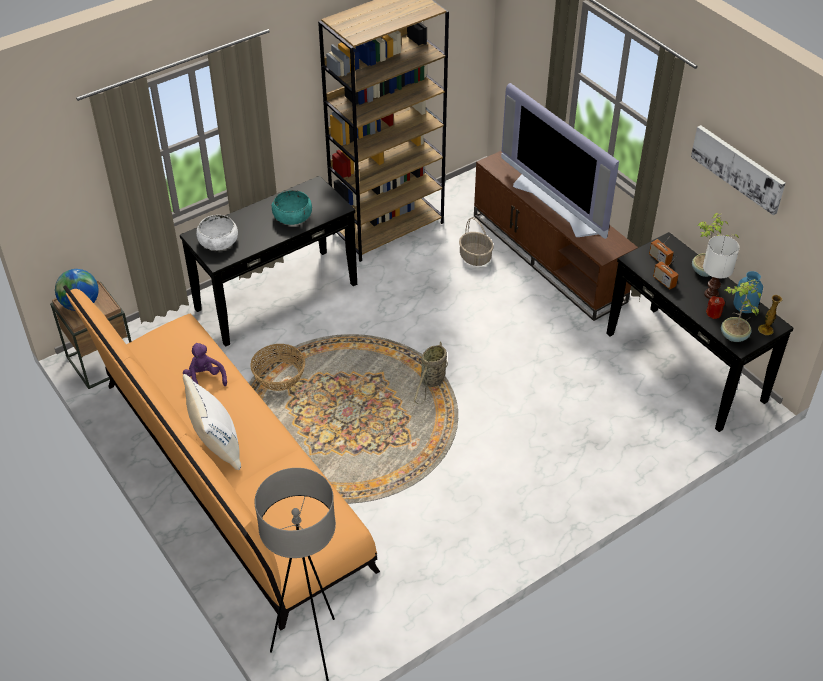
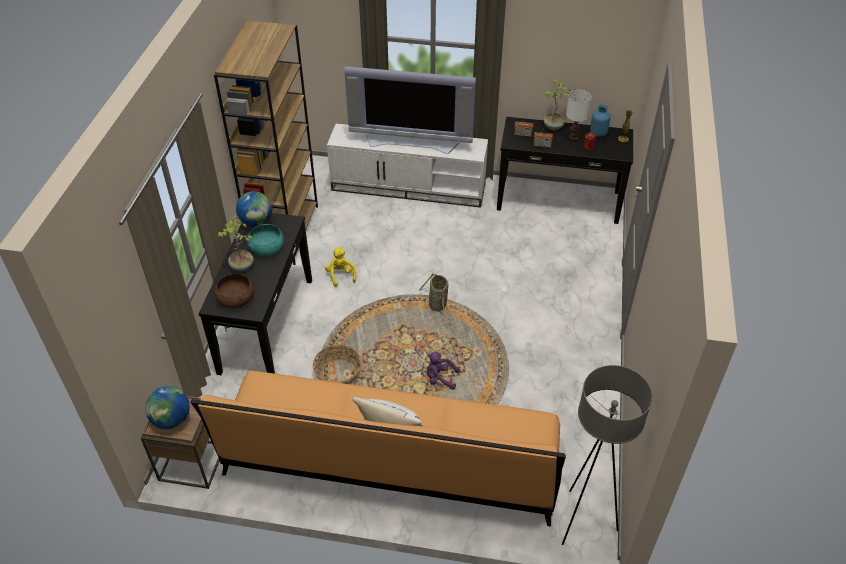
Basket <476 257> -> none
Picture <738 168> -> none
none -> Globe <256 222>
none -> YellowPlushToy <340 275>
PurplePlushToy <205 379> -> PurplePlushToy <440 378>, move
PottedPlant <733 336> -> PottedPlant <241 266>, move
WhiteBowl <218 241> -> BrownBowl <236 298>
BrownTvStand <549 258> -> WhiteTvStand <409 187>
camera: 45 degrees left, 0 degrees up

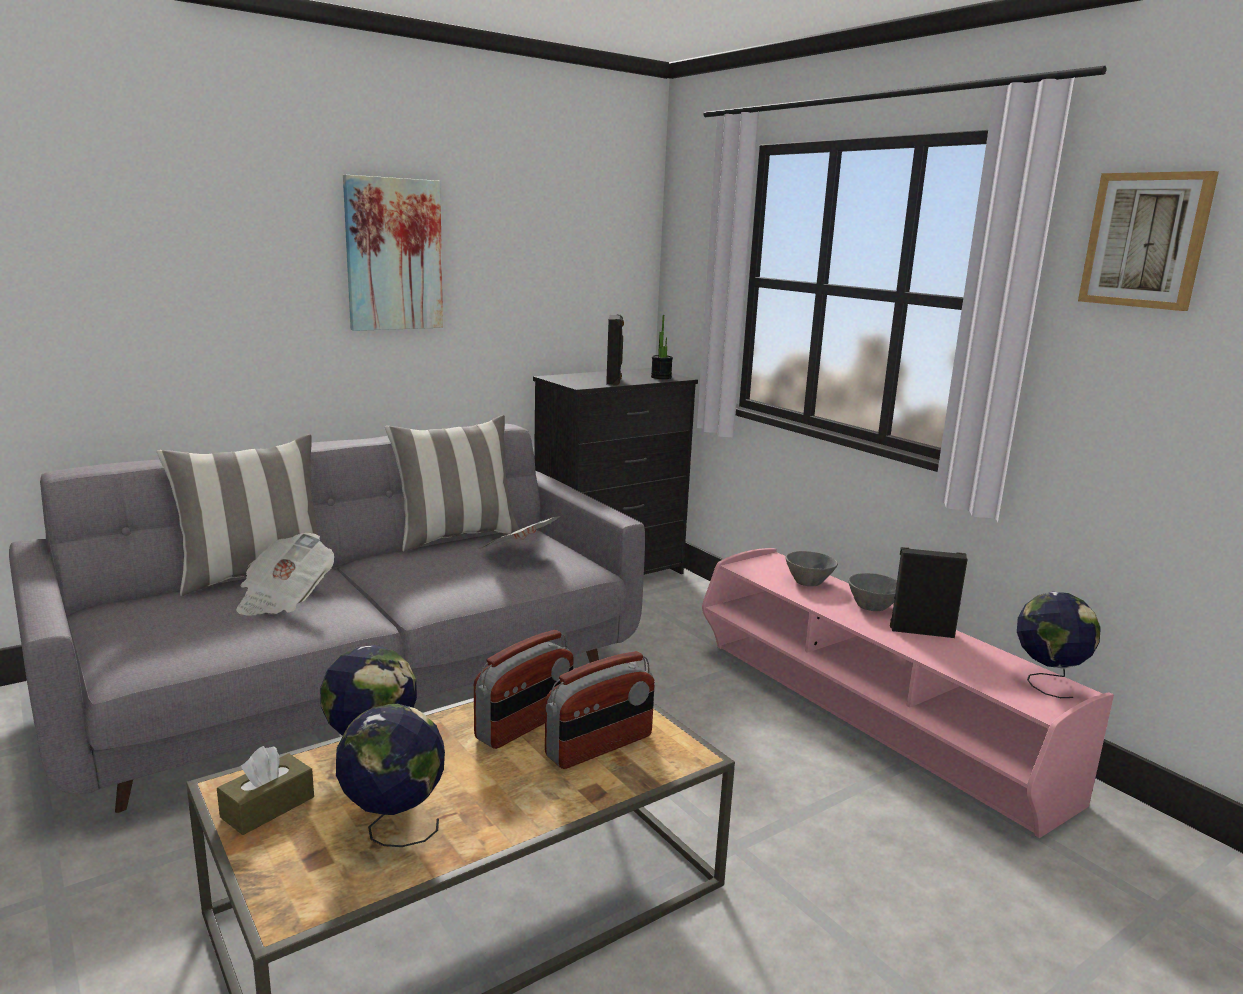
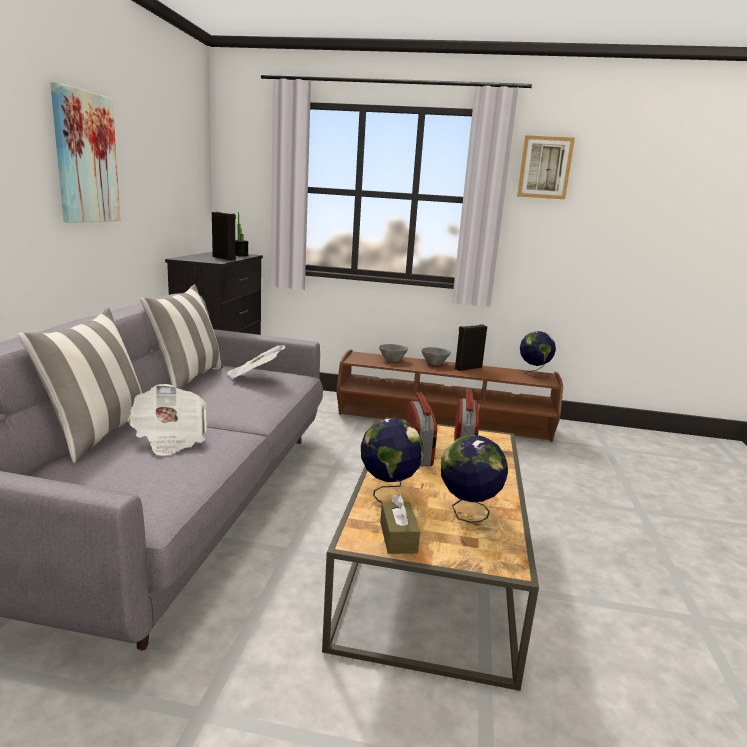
PinkTvStand <867 720> -> BrownTvStand <443 422>
camera: 45 degrees left, 0 degrees up

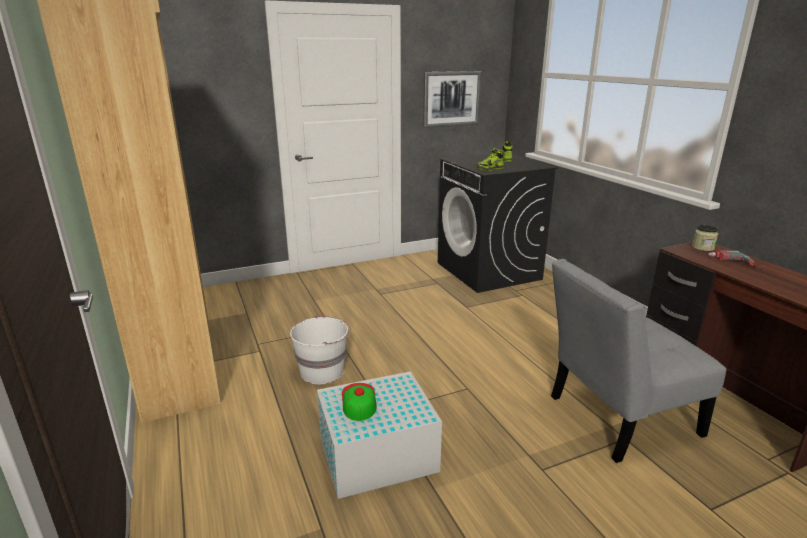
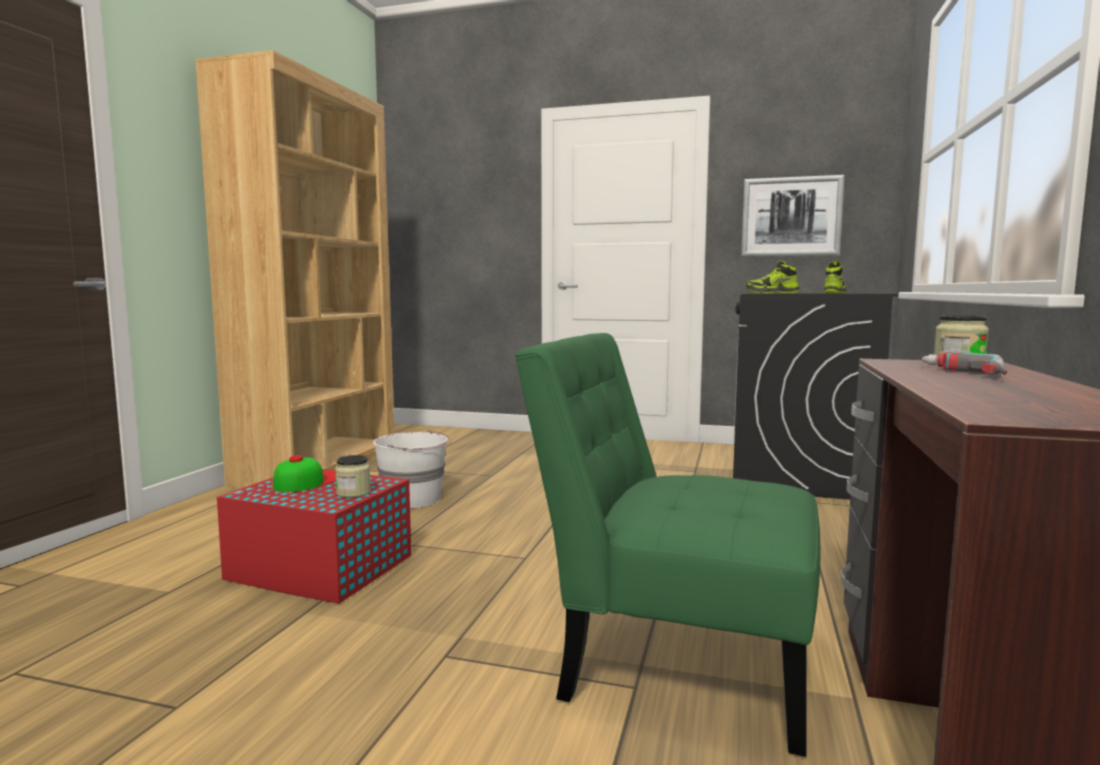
none -> Jar <353 493>
WhiteStorageBox <375 454> -> RedStorageBox <319 567>
GreyChair <616 417> -> GreenChair <674 661>
camera: 40 degrees right, 15 degrees down

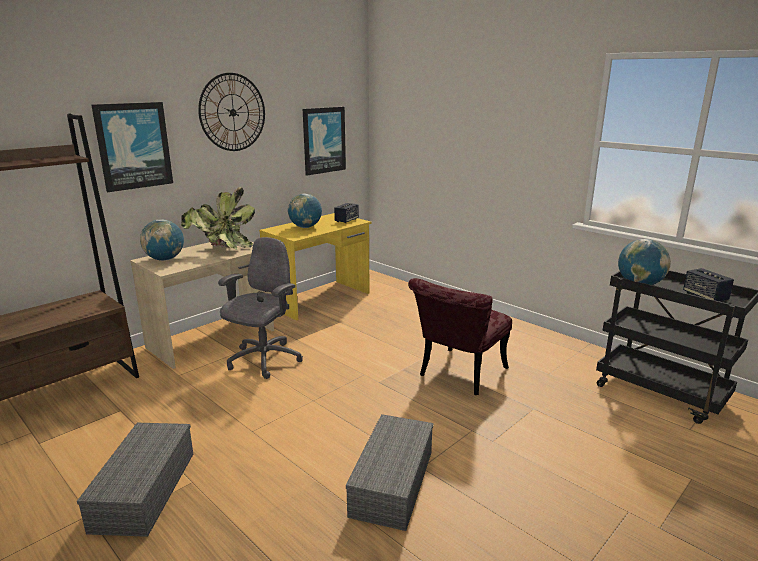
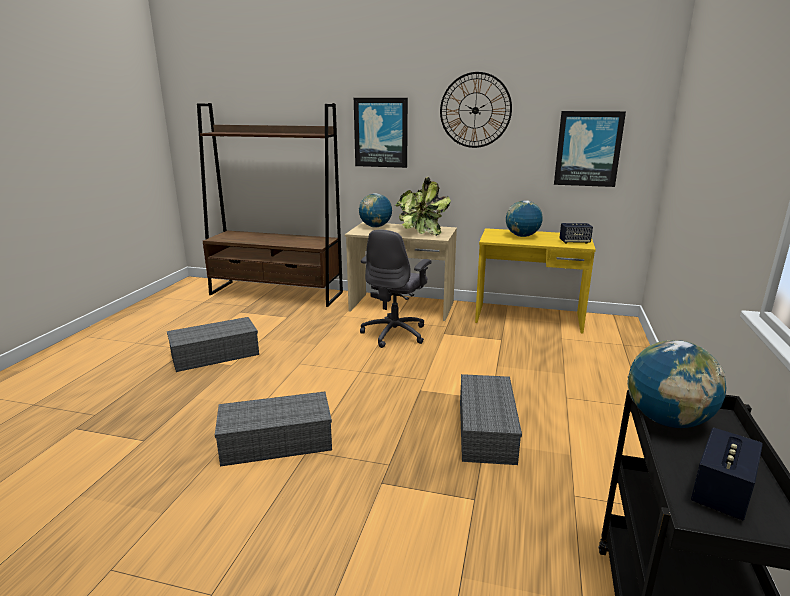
RedChair <458 375> -> GreyStorageBox <484 429>
GreyOfficeChair <263 360> -> GreyOfficeChair <395 333>, 120 degrees clockwise
camera: 60 degrees right, 0 degrees up

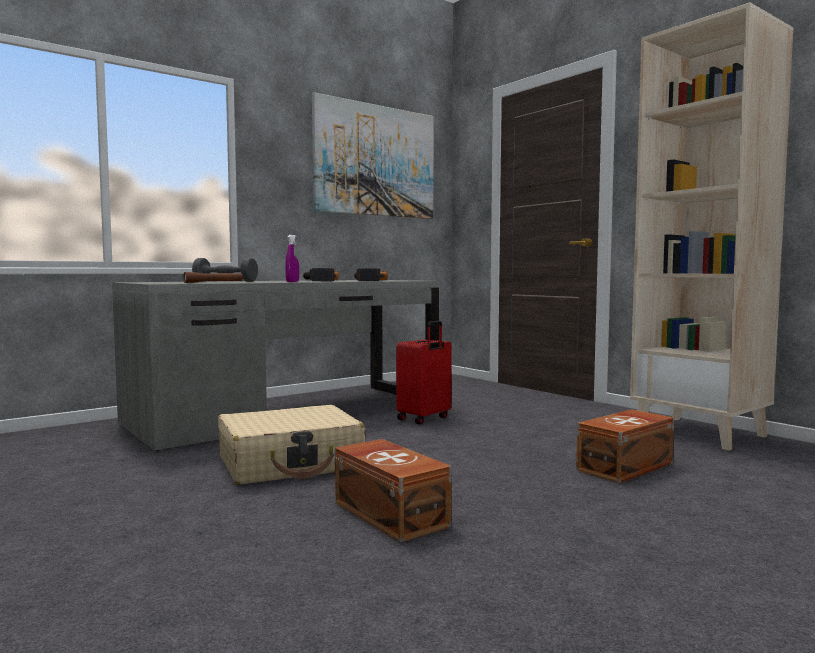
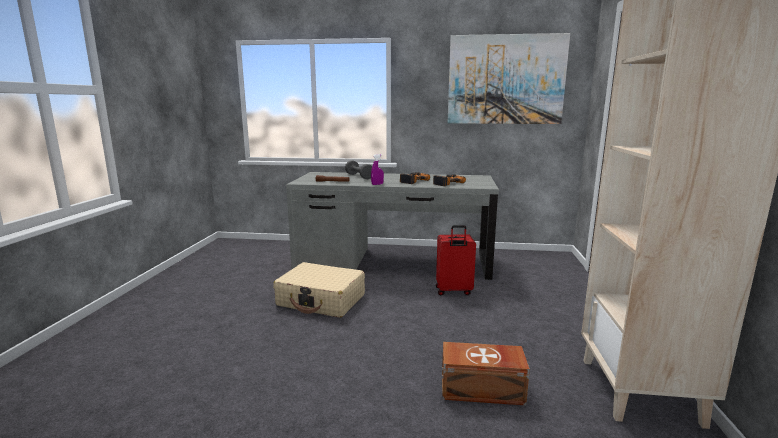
BrownStorageBox <390 513> -> none
camera: 45 degrees right, 10 degrees up

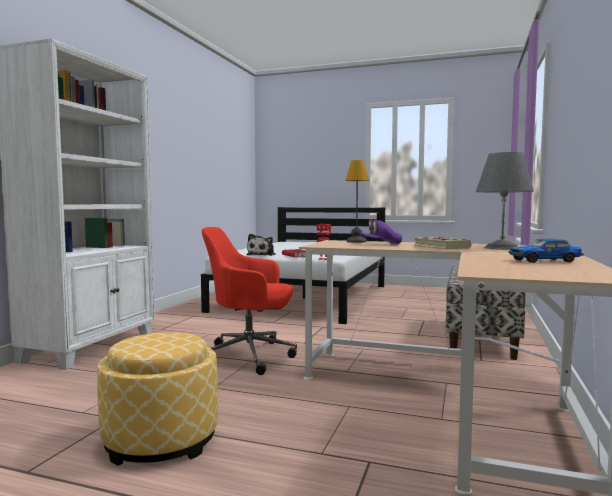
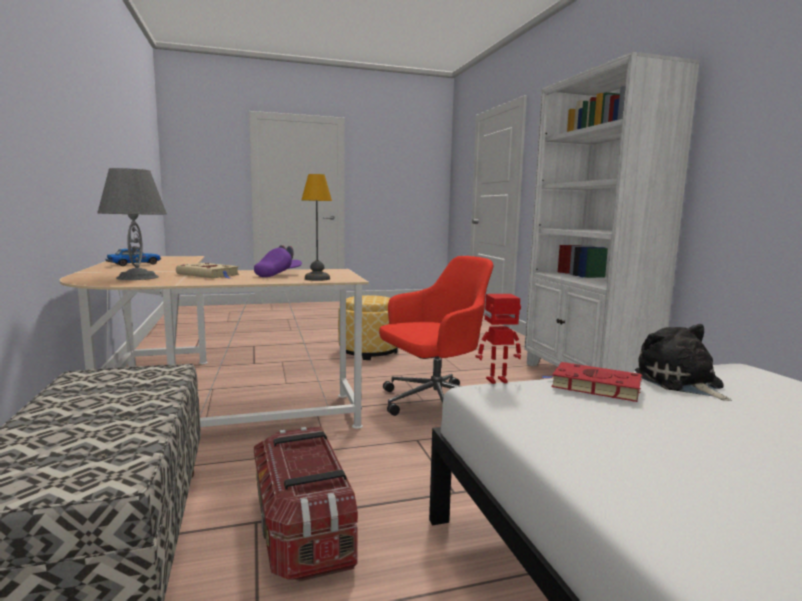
none -> StorageBox <302 529>
camera: 145 degrees right, 5 degrees up

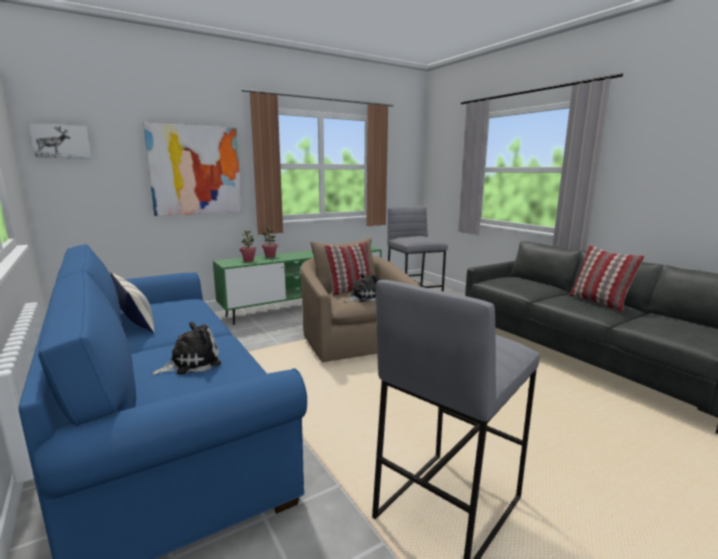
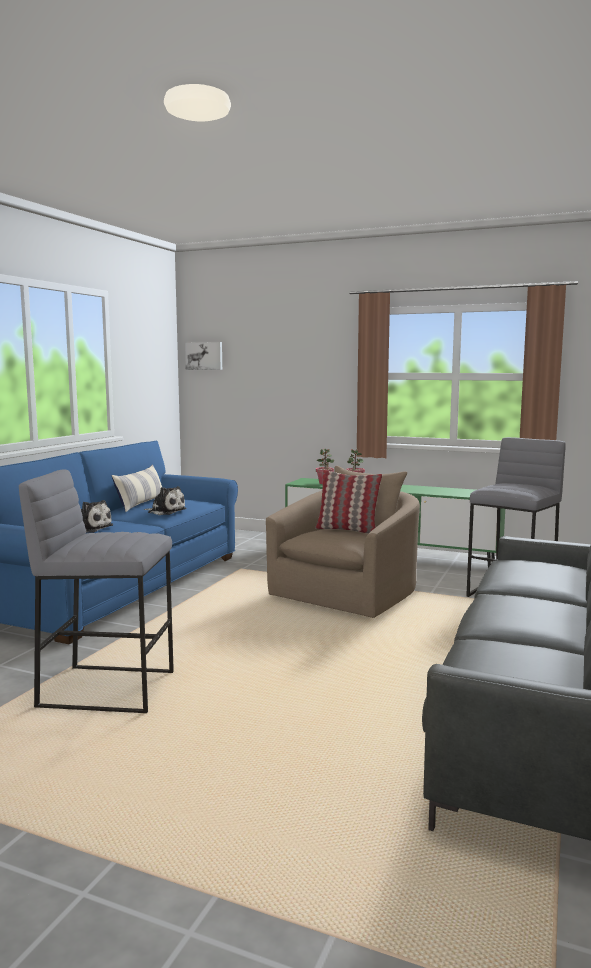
Picture <195 170> -> none
Pillow <599 302> -> none
PlushToy <363 297> -> PlushToy <165 511>, move
camera: 55 degrees right, 5 degrees down

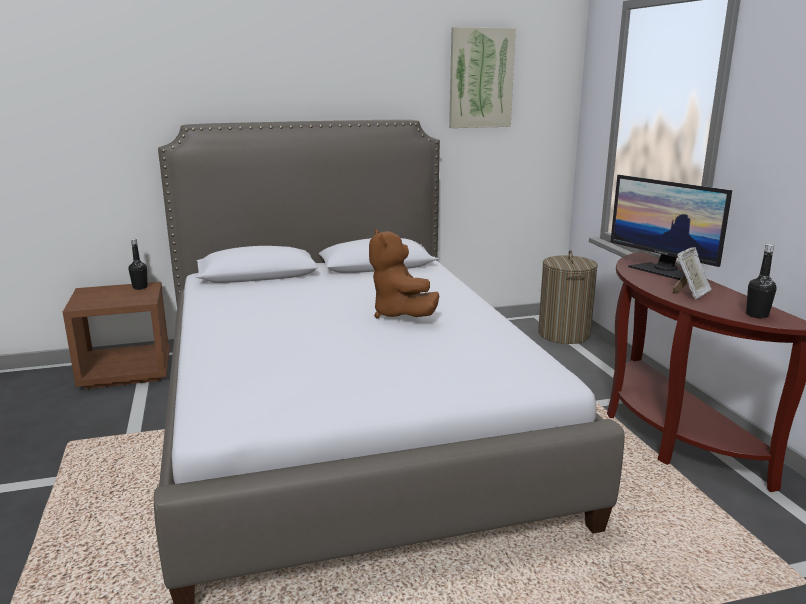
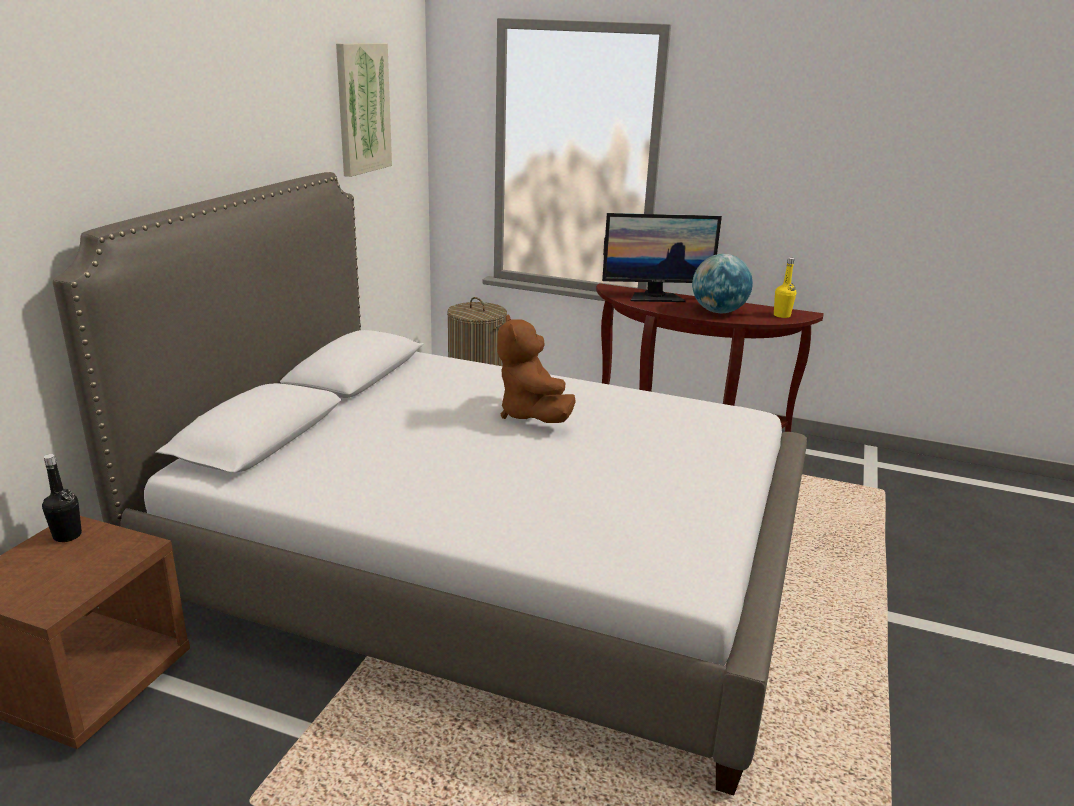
PictureFrame <691 294> -> Globe <718 311>
BlackBottle <757 315> -> YellowBottle <781 315>
BrownPlushToy <400 314> -> BrownPlushToy <532 415>, 60 degrees clockwise
camera: 55 degrees left, 5 degrees up

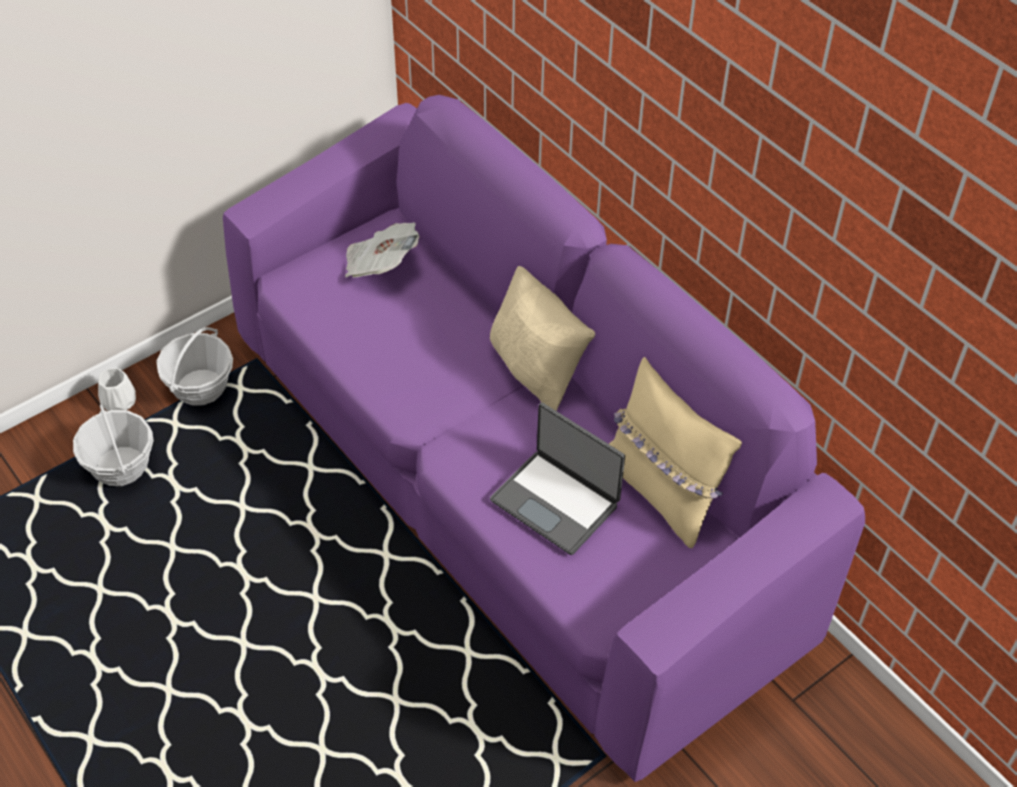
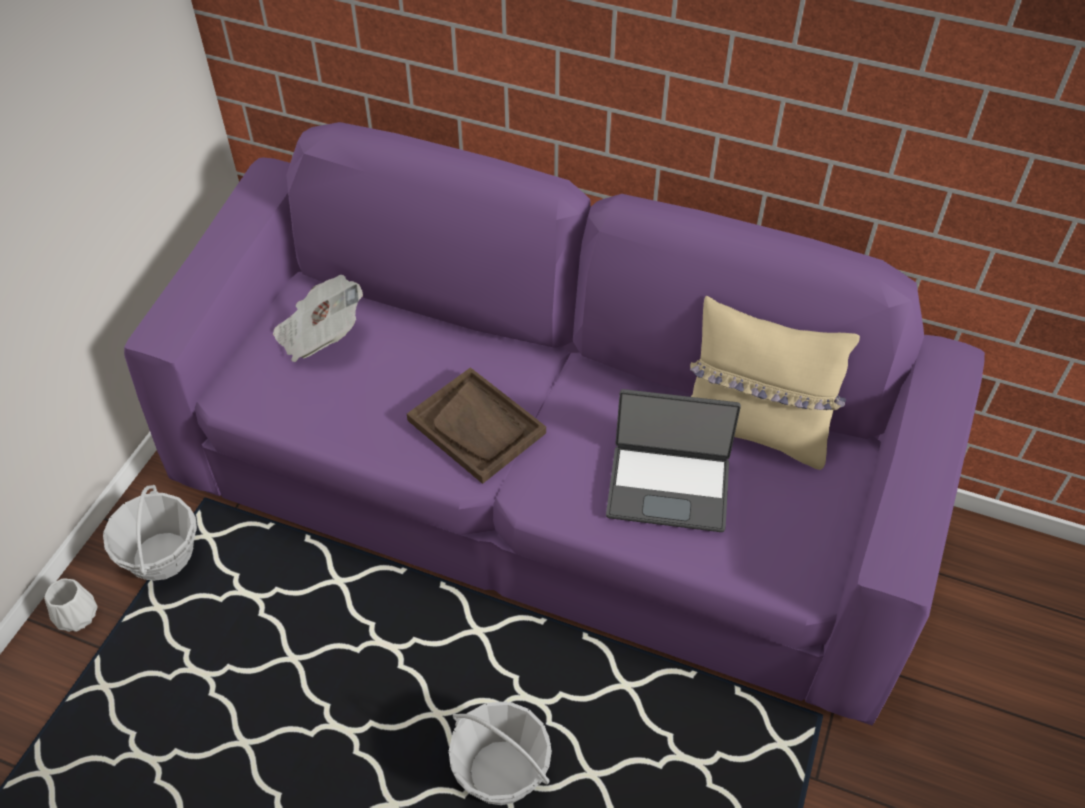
BeigePillow <536 370> -> none
none -> BrownTray <477 427>
Basket <121 466> -> Basket <501 771>, move
camera: 30 degrees left, 0 degrees up

